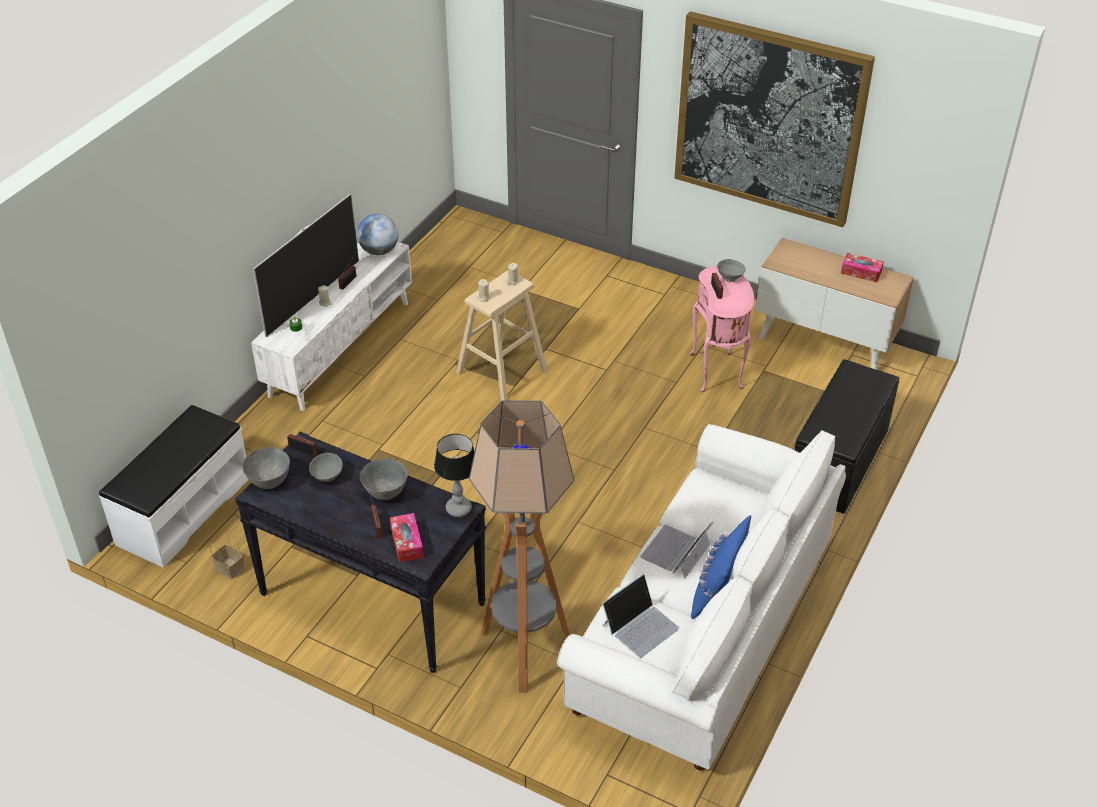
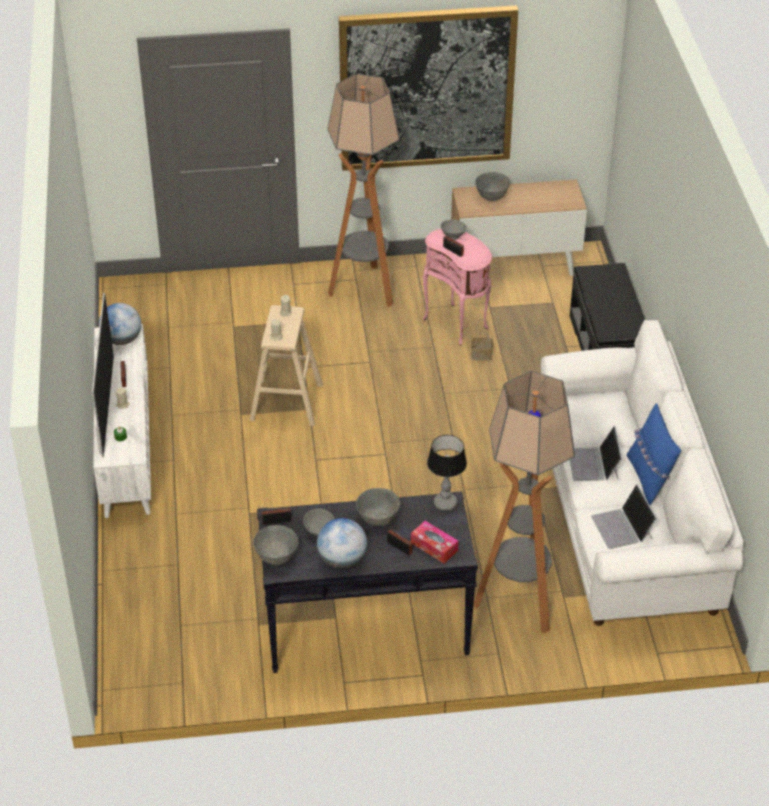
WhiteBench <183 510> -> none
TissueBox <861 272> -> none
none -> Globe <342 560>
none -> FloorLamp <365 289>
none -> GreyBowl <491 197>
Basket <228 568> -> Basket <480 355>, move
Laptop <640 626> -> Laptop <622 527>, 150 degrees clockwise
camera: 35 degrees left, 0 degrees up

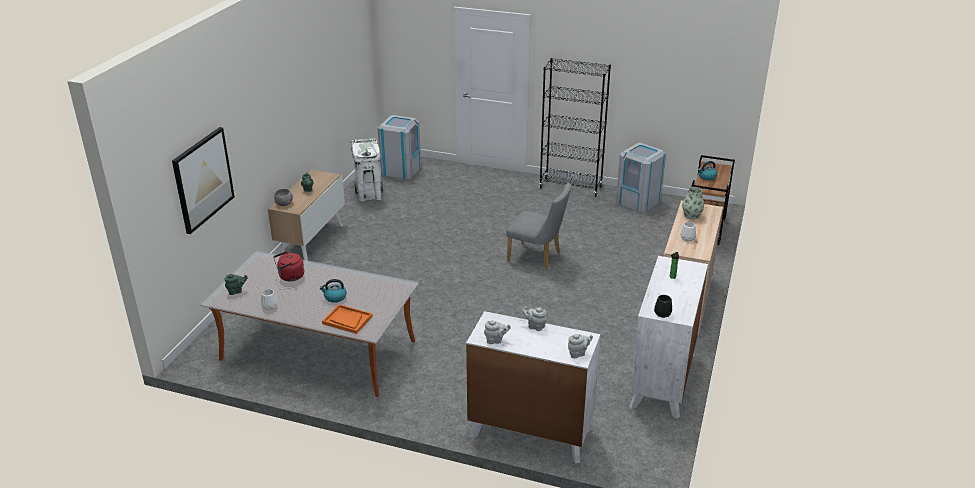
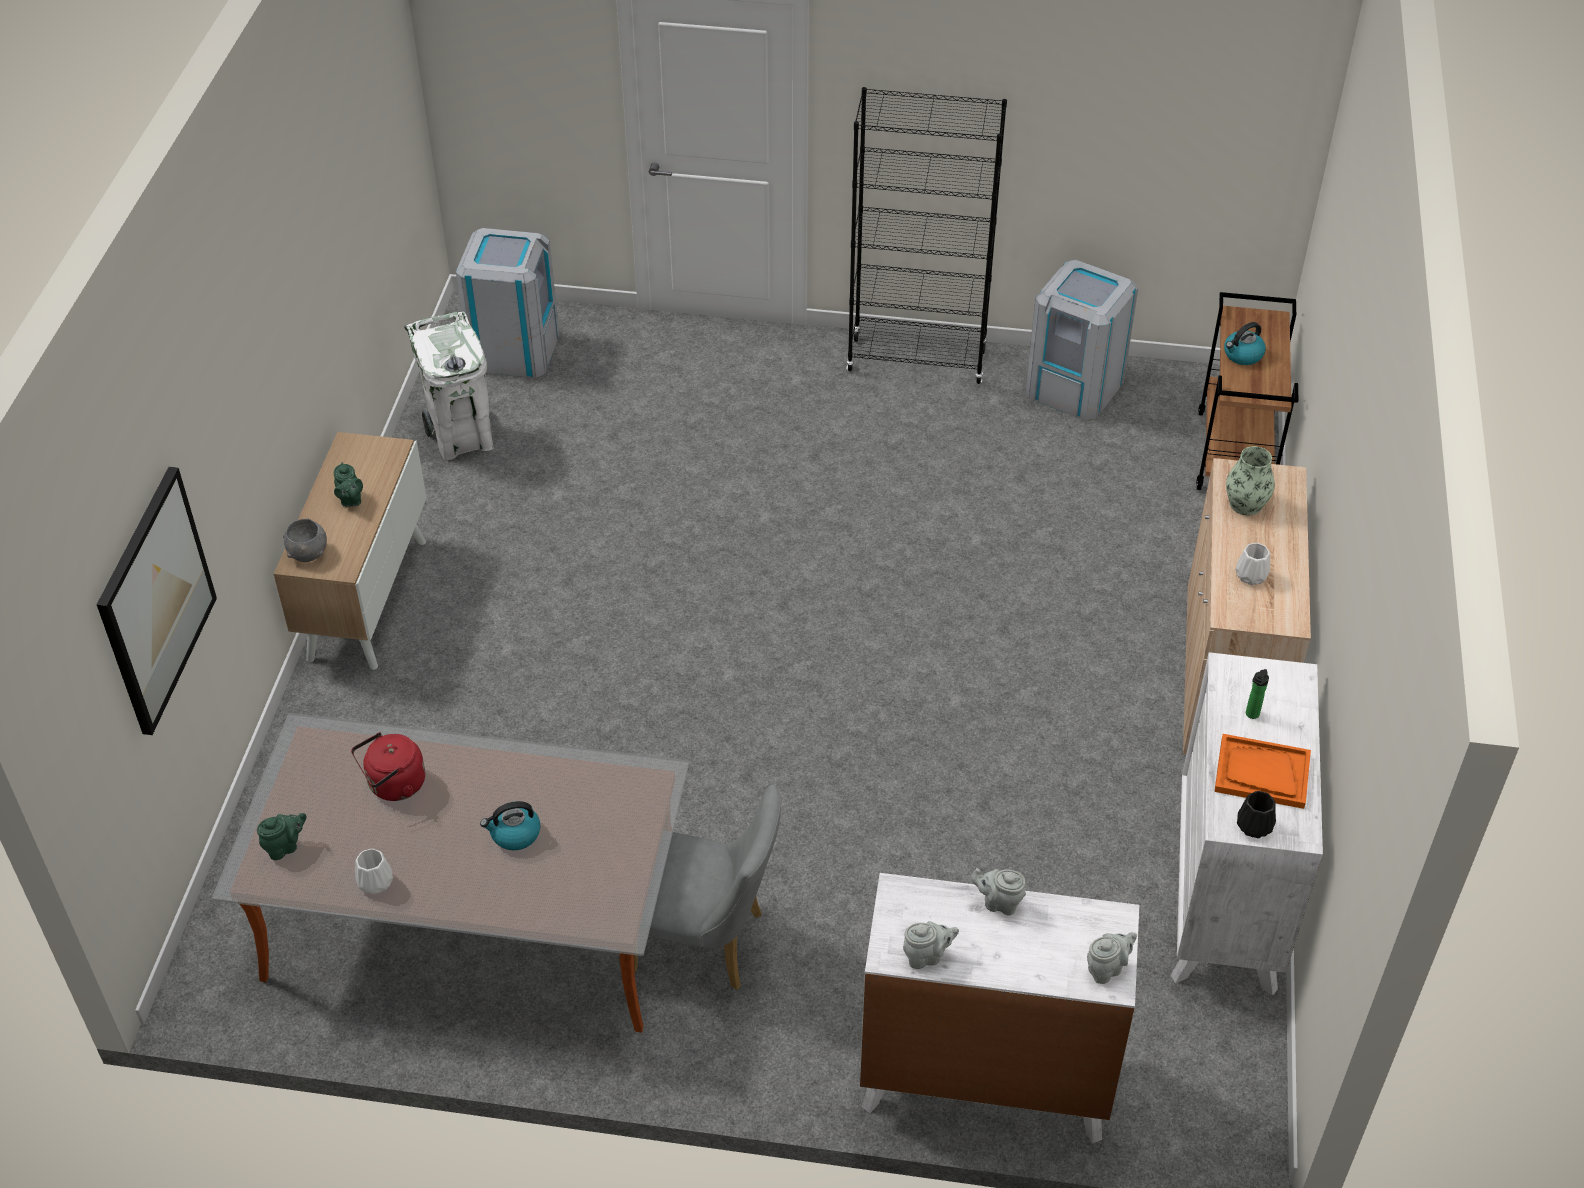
OrangeTray <347 320> -> OrangeTray <1261 773>, move
GreyChair <538 257> -> GreyChair <708 943>, move
camera: 10 degrees left, 15 degrees up

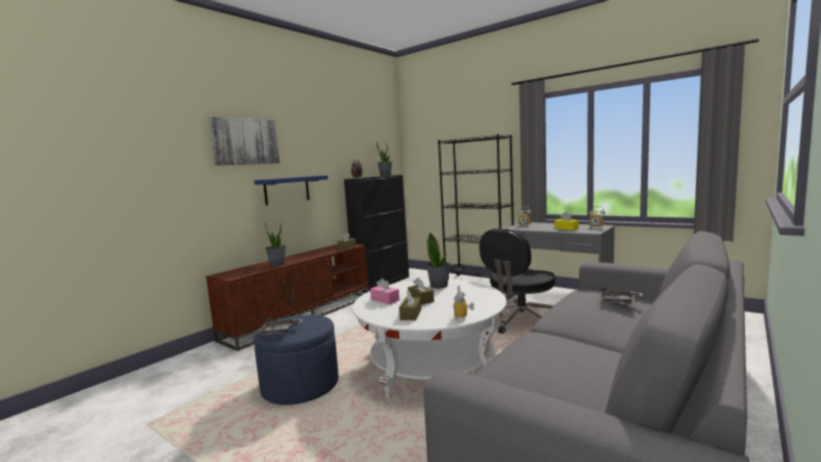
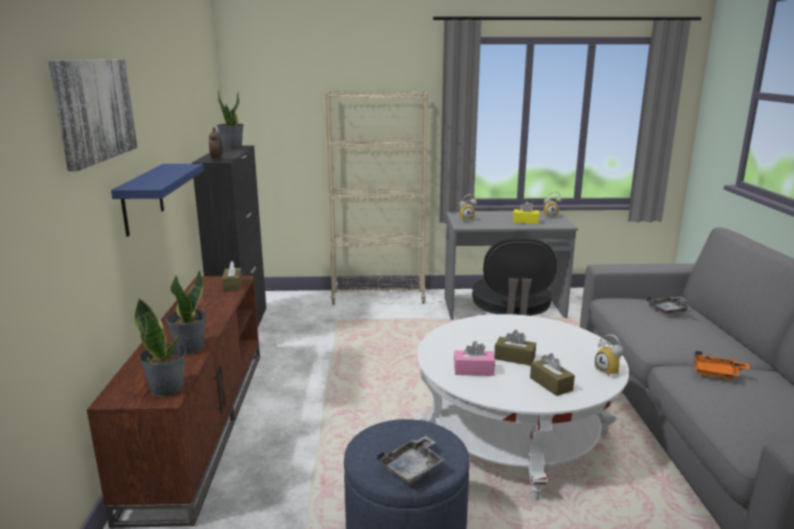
none -> OrangeTray <717 373>
PottedPlant <439 285> -> PottedPlant <167 388>, move
BlackBookcase <479 282> -> BeigeBookcase <378 298>
camera: 40 degrees left, 10 degrees up

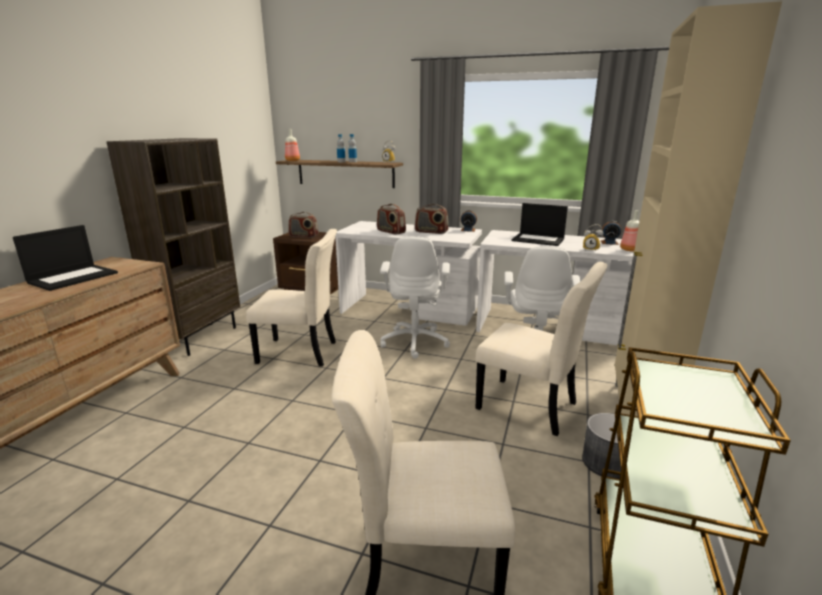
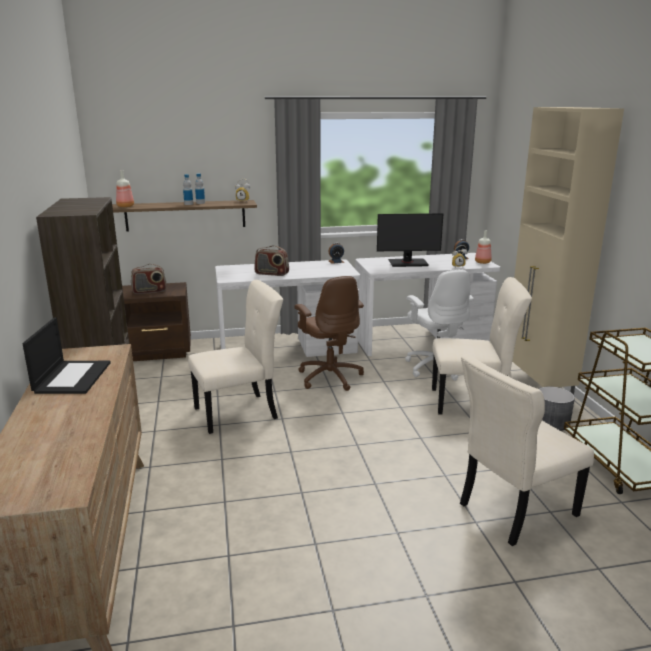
Radio <431 232> -> none
Laptop <538 240> -> Monitor <408 263>
WhiteOfficeChair <415 342> -> BrownOfficeChair <330 377>
camera: 30 degrees left, 0 degrees up

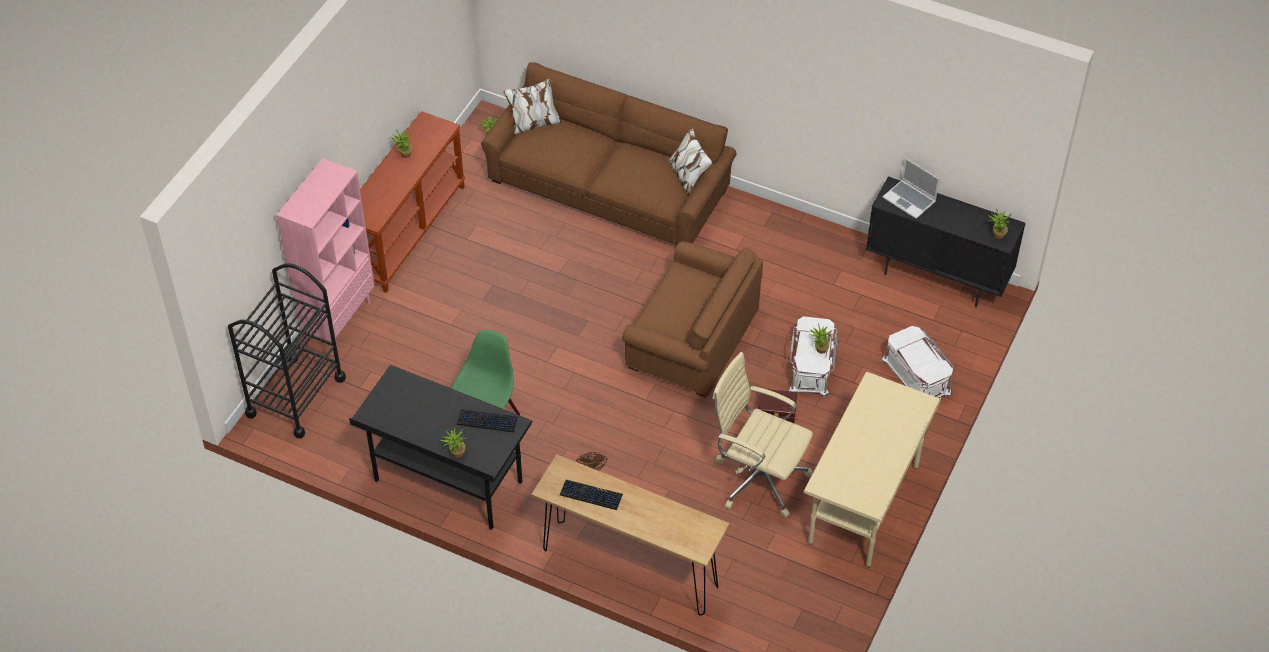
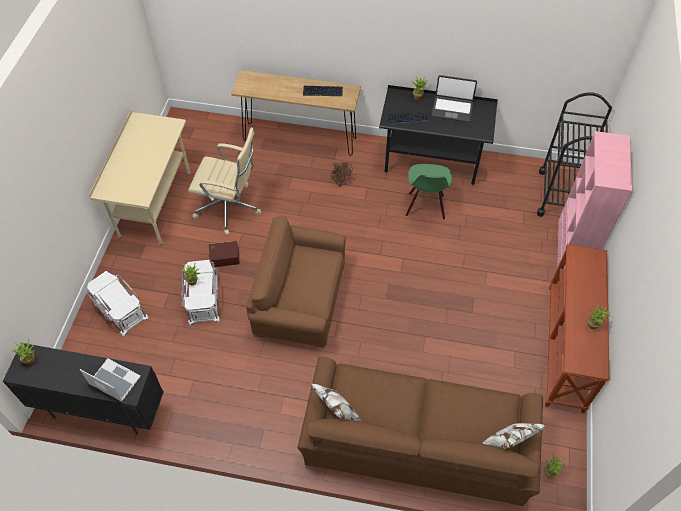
none -> Laptop <452 109>
camera: 165 degrees right, 5 degrees up

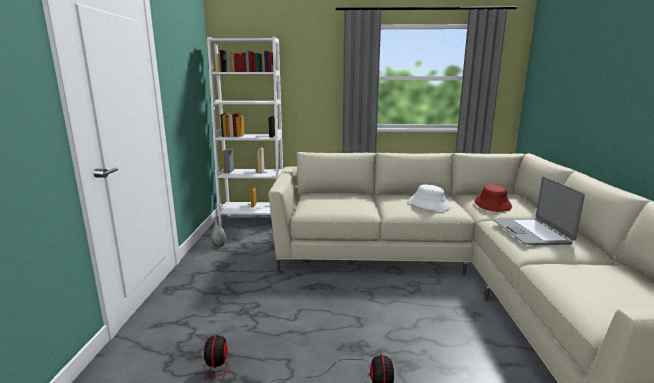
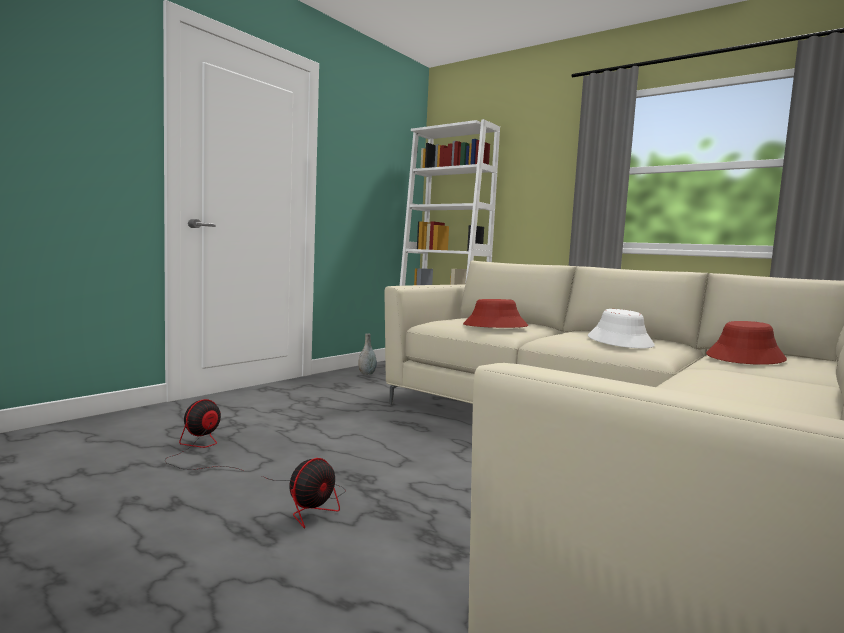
Laptop <532 232> -> none
none -> RedHat <495 326>
camera: 35 degrees right, 10 degrees down

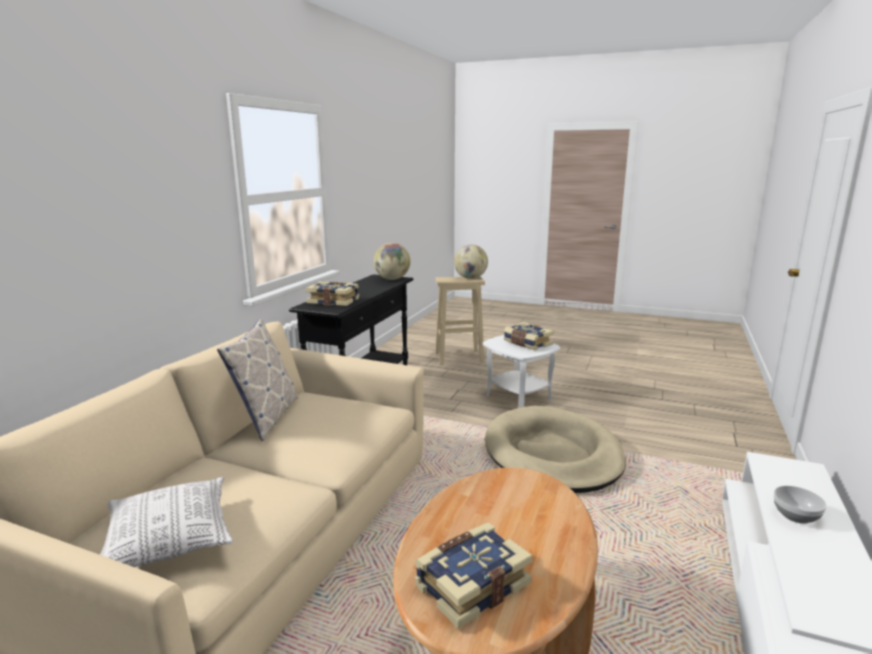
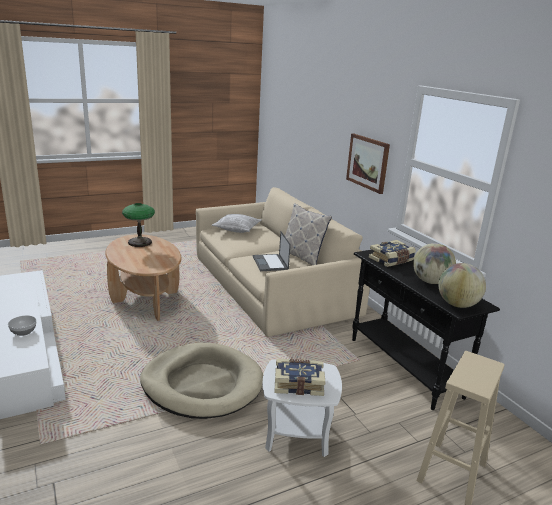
none -> Laptop <270 263>
none -> Picture <368 162>
Globe <470 278> -> Globe <430 282>, move
Book <471 584> -> TableLamp <139 242>
camera: 130 degrees right, 5 degrees up

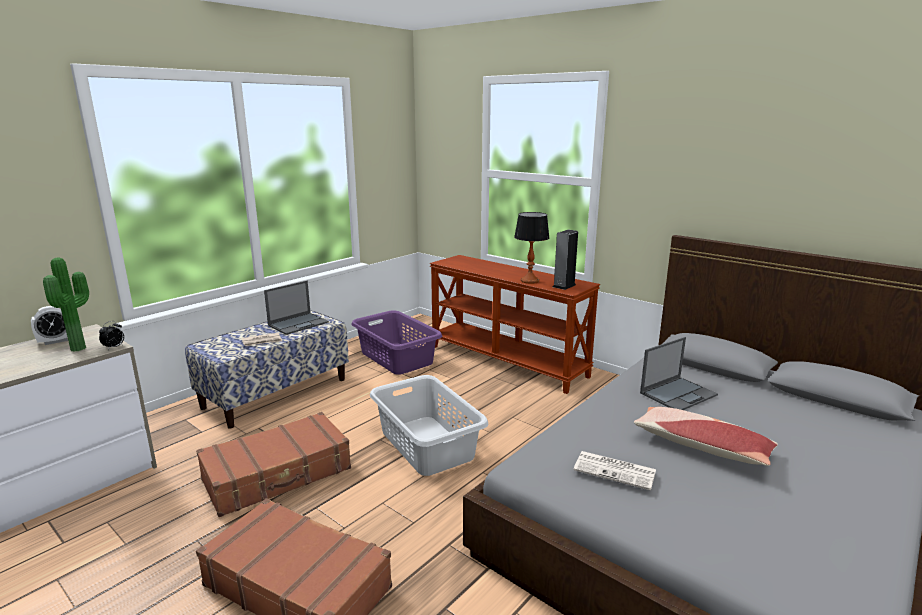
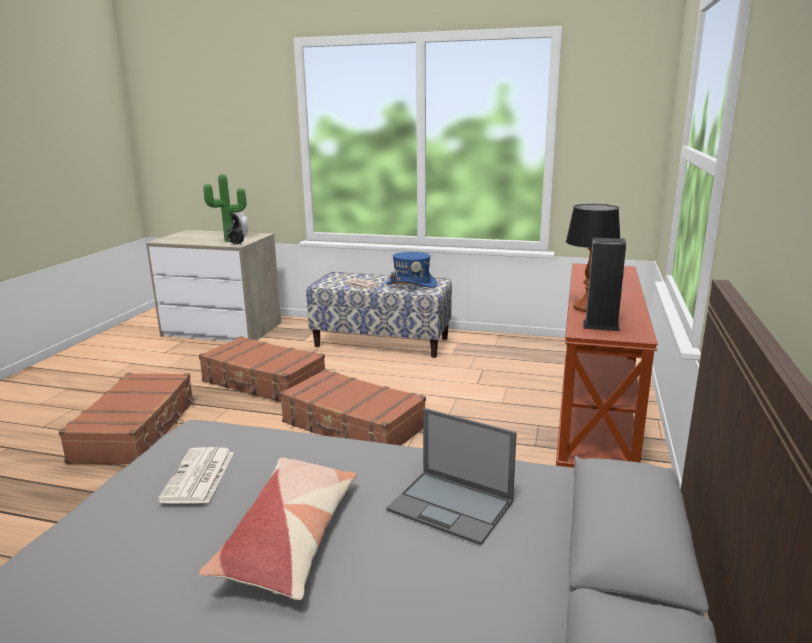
PurpleLaundryBasket <397 357> -> none
Laptop <299 323> -> BlueHat <412 284>
GreyLaundryBasket <427 444> -> BrownSuitcase <353 426>
camera: 65 degrees right, 0 degrees up

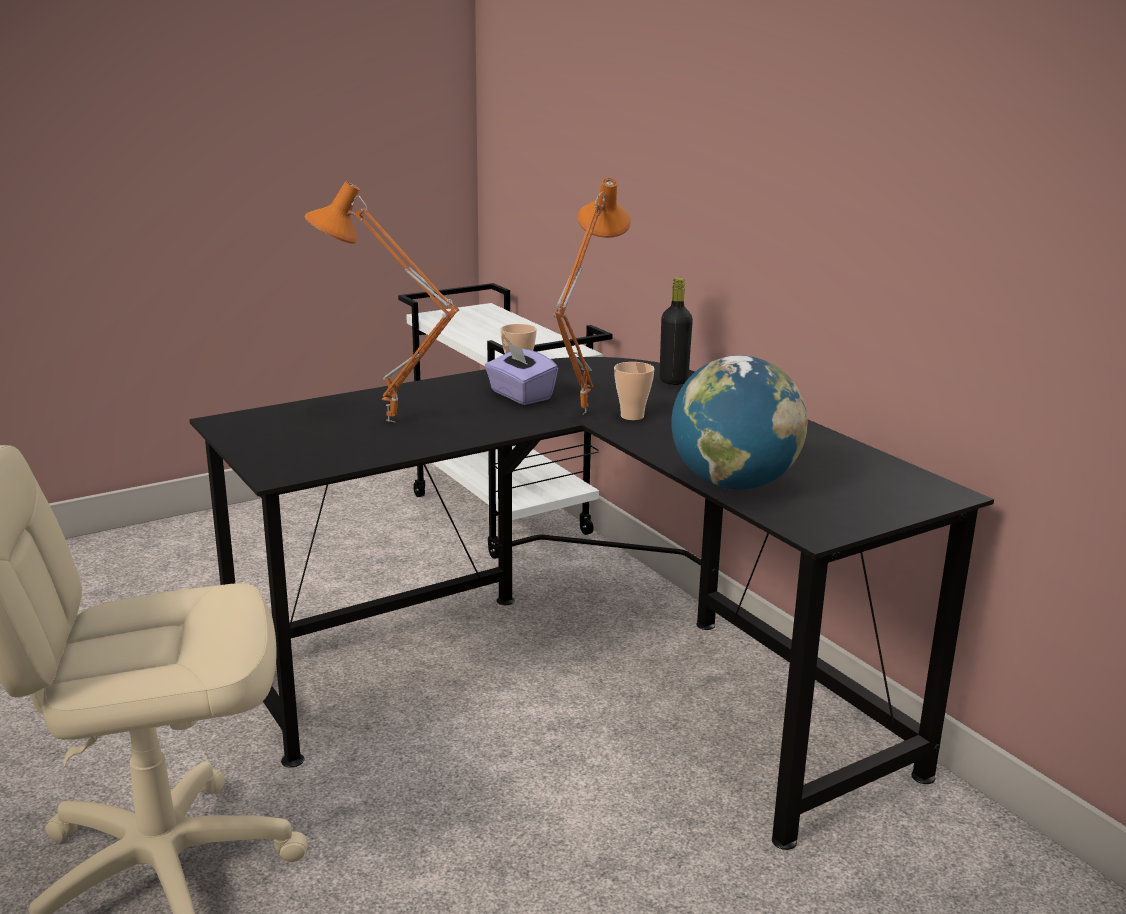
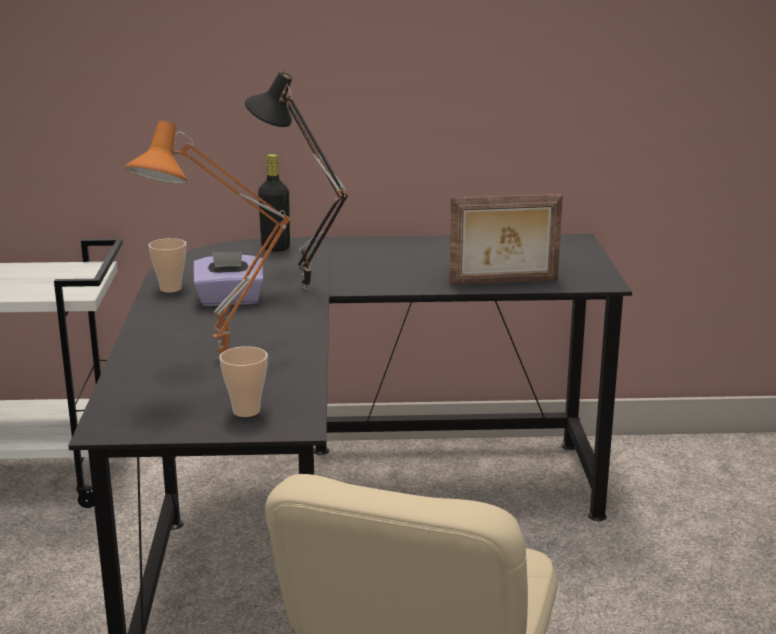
Cup <632 416> -> Cup <246 411>, move
Globe <733 484> -> PictureFrame <504 282>
OrangeTableLamp <580 412> -> BlackTableLamp <302 290>
camera: 60 degrees left, 0 degrees up

